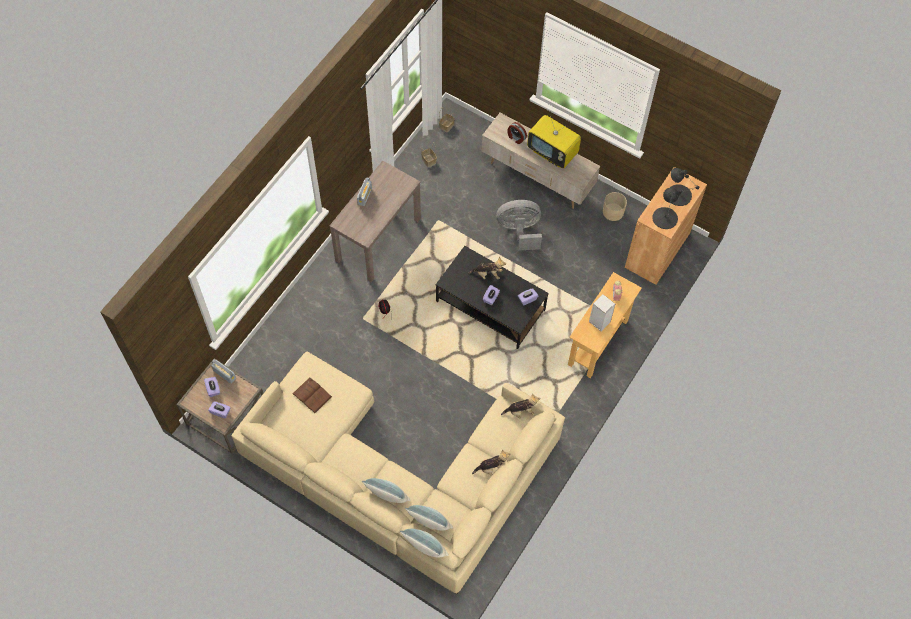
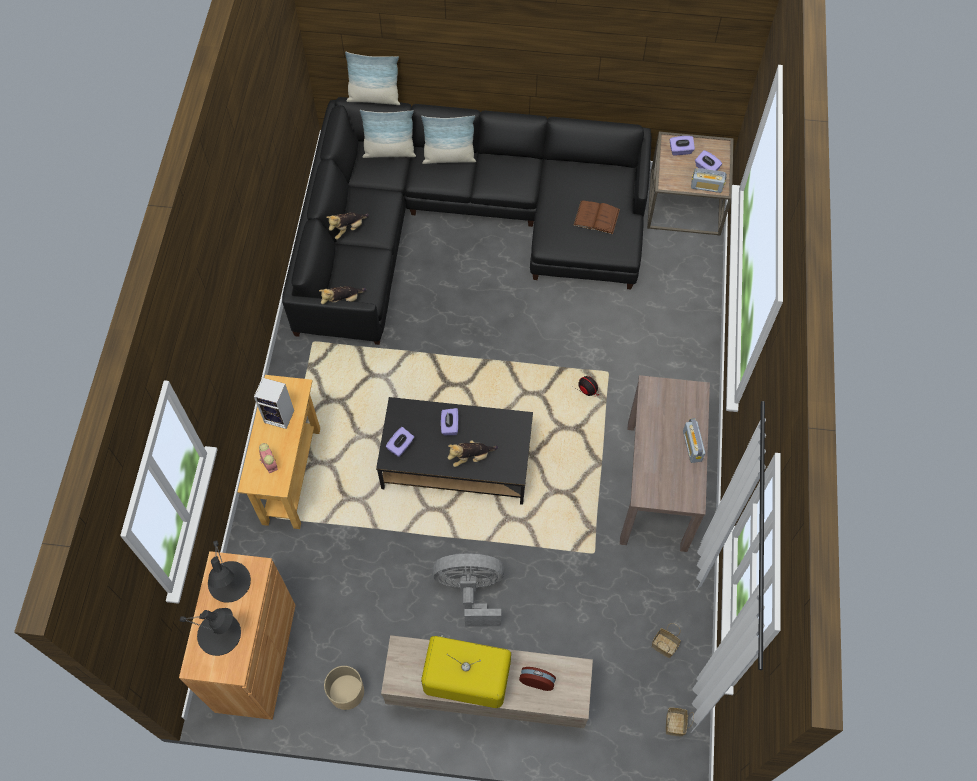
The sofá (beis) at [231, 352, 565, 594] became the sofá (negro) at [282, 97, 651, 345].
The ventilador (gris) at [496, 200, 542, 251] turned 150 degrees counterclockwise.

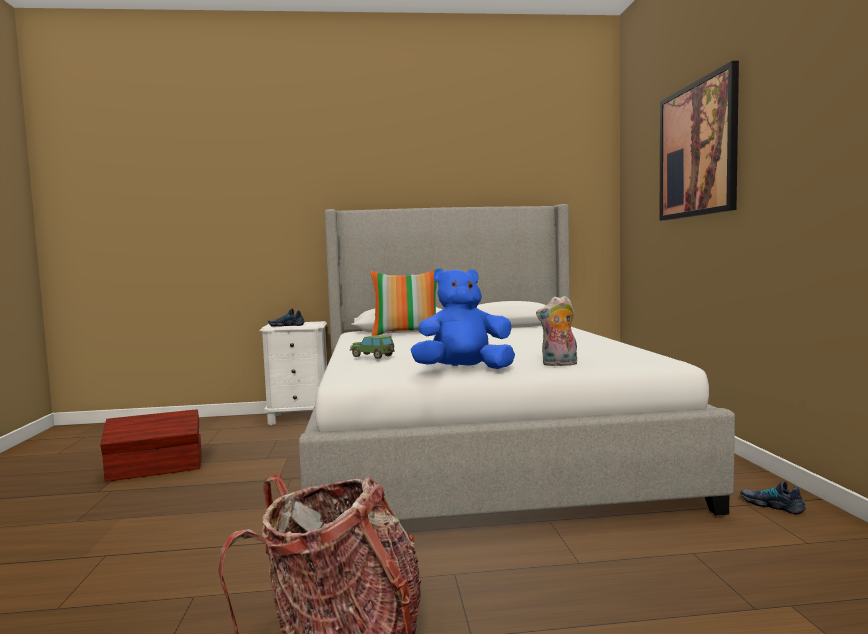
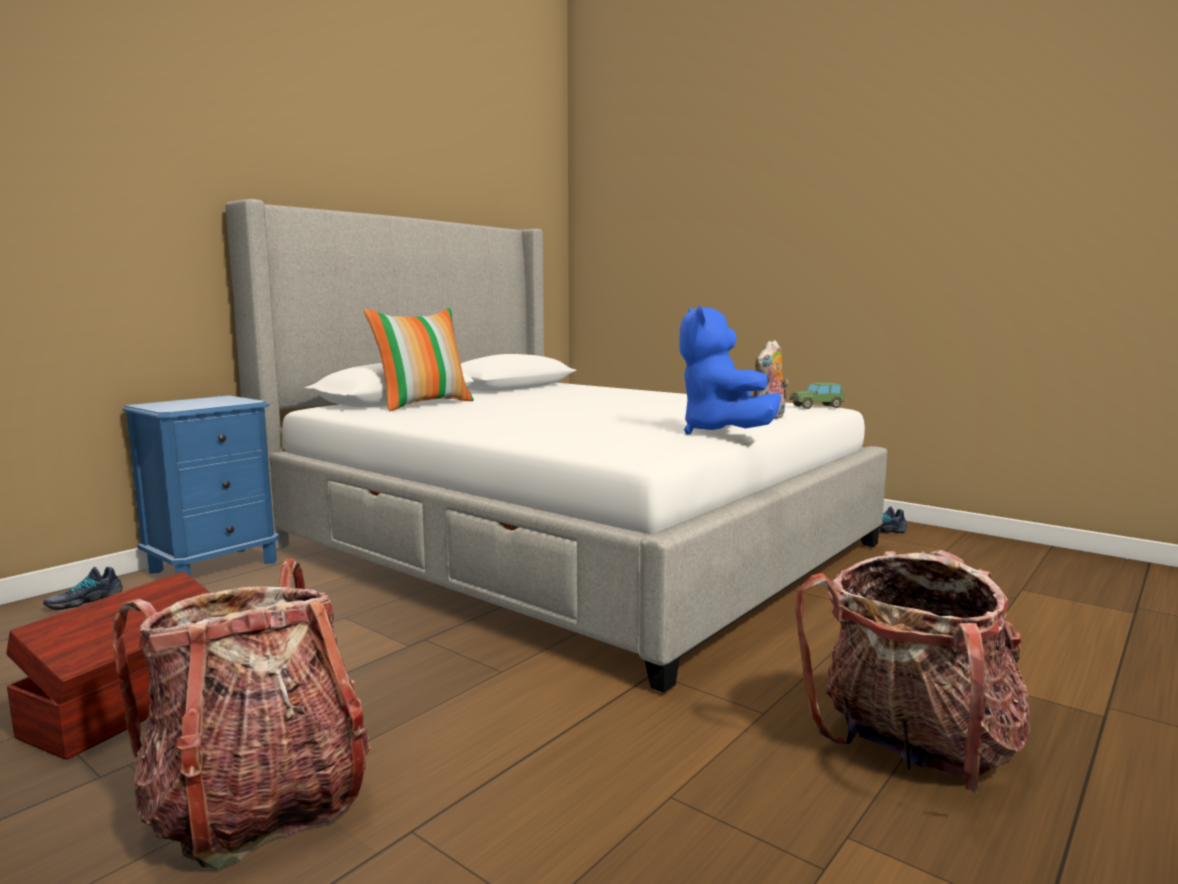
The cuadro at [660, 61, 739, 221] disappeared.
The mochila at [113, 558, 371, 869] appeared.
The zapato moved from [268, 308, 304, 327] to [43, 567, 123, 610].
The coche de juguete moved from [349, 335, 395, 359] to [789, 382, 845, 409].
The mesita de noche (blanco) at [260, 321, 327, 425] became the mesita de noche (azul) at [122, 395, 279, 576].
The peluche (azul) at [410, 268, 515, 369] turned 45 degrees counterclockwise.

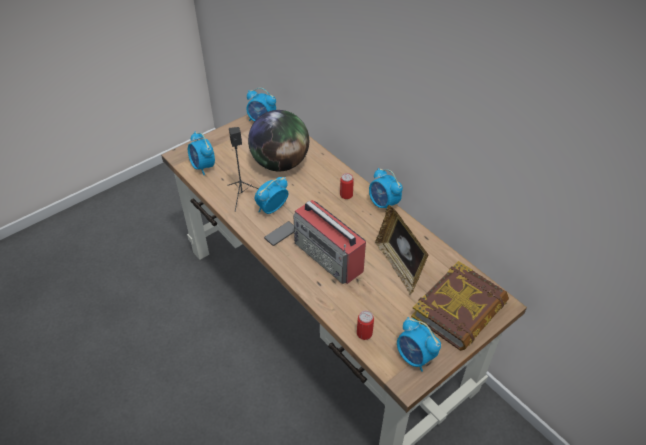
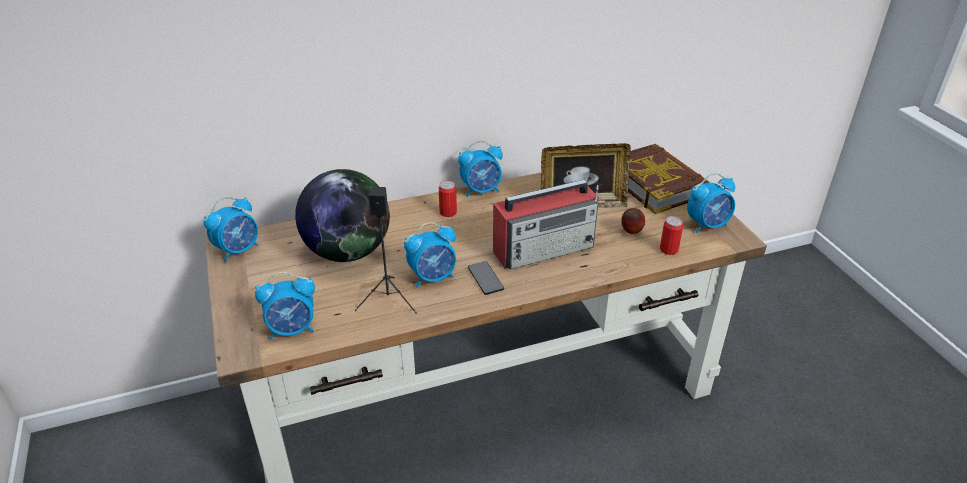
The manzana at [621, 208, 645, 234] appeared.
The despertador at [255, 177, 288, 214] turned 90 degrees counterclockwise.

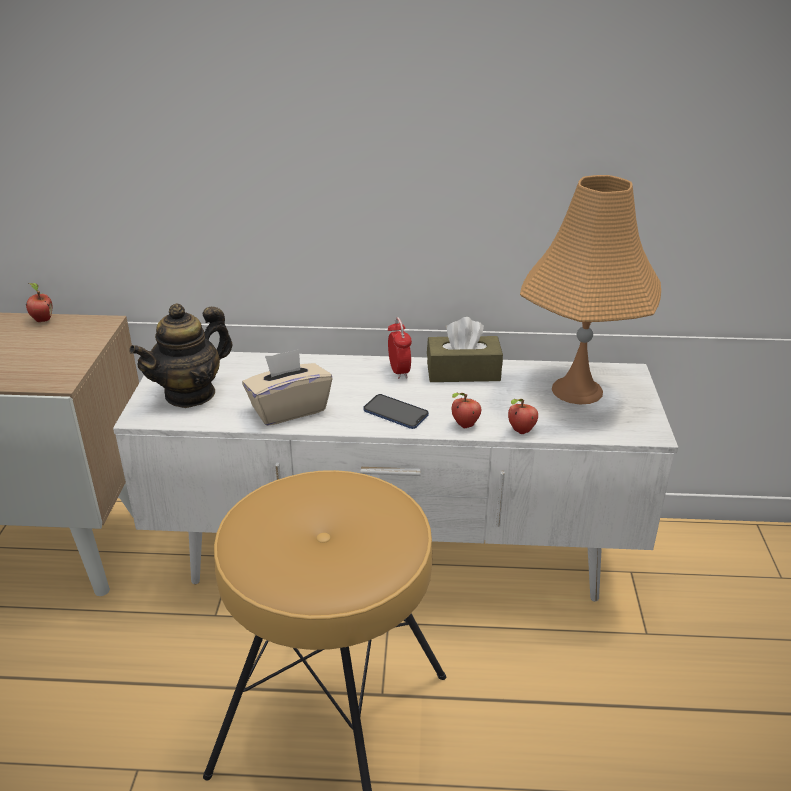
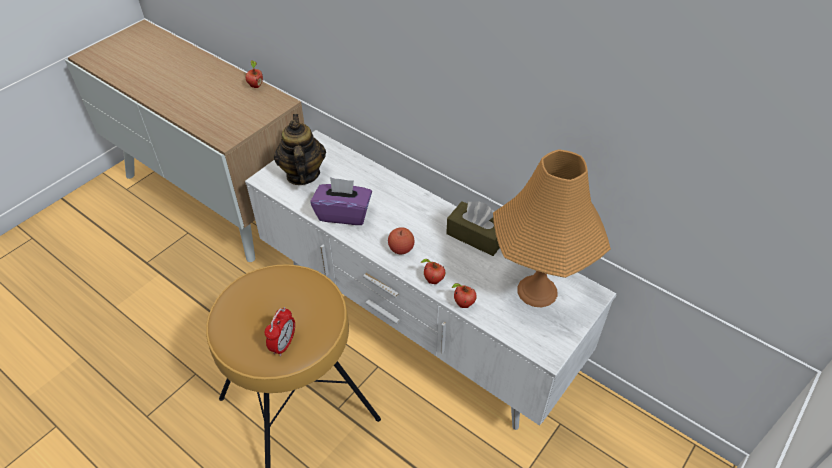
The despertador moved from [388, 317, 412, 379] to [265, 307, 295, 356].
The móvil at [363, 394, 429, 429] was replaced by the manzana at [388, 227, 414, 254].
The caja de pañuelos (beis) at [242, 349, 333, 426] became the caja de pañuelos (morado) at [310, 177, 372, 225].
The tetera at [129, 303, 233, 408] turned 90 degrees clockwise.

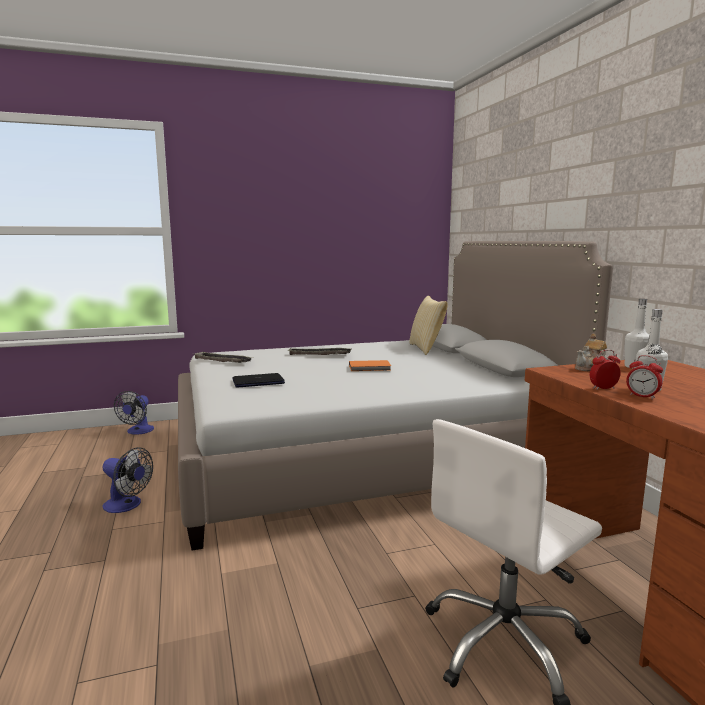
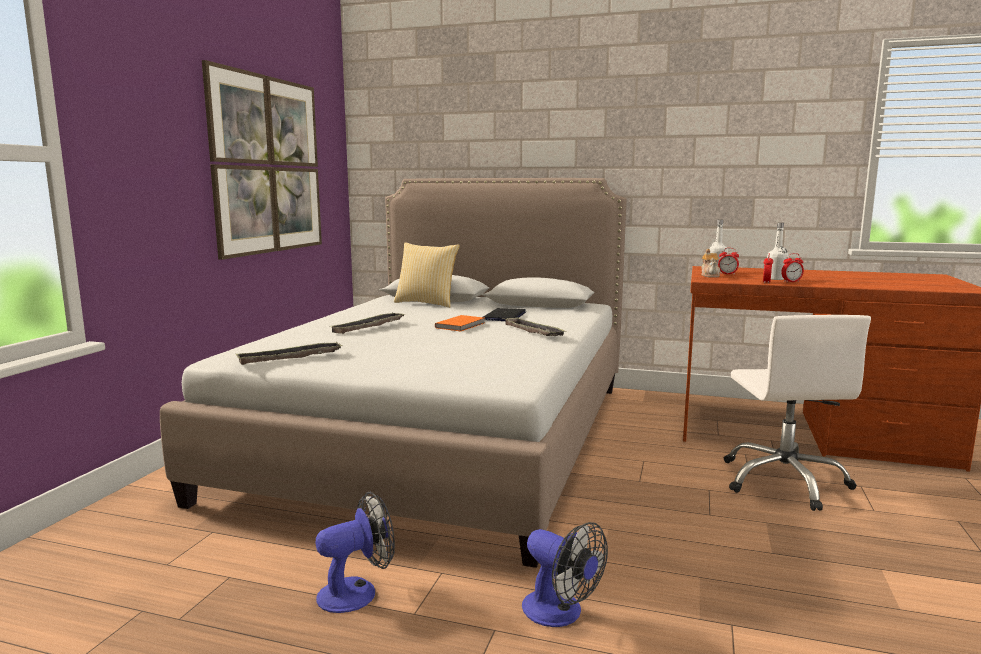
The cuadro at [202, 60, 322, 260] appeared.
The bandeja at [502, 318, 567, 336] appeared.
The despertador at [718, 248, 739, 275] appeared.
The ventilador moved from [114, 391, 154, 435] to [522, 522, 608, 627].
The portátil moved from [232, 373, 285, 388] to [483, 308, 526, 321].

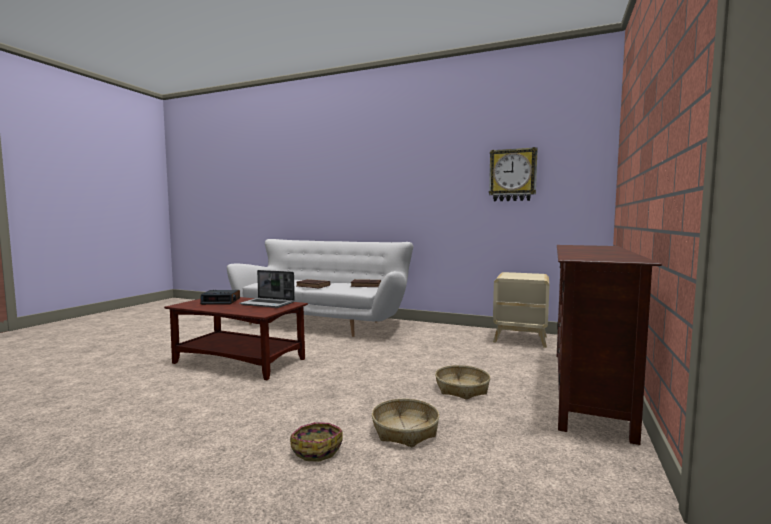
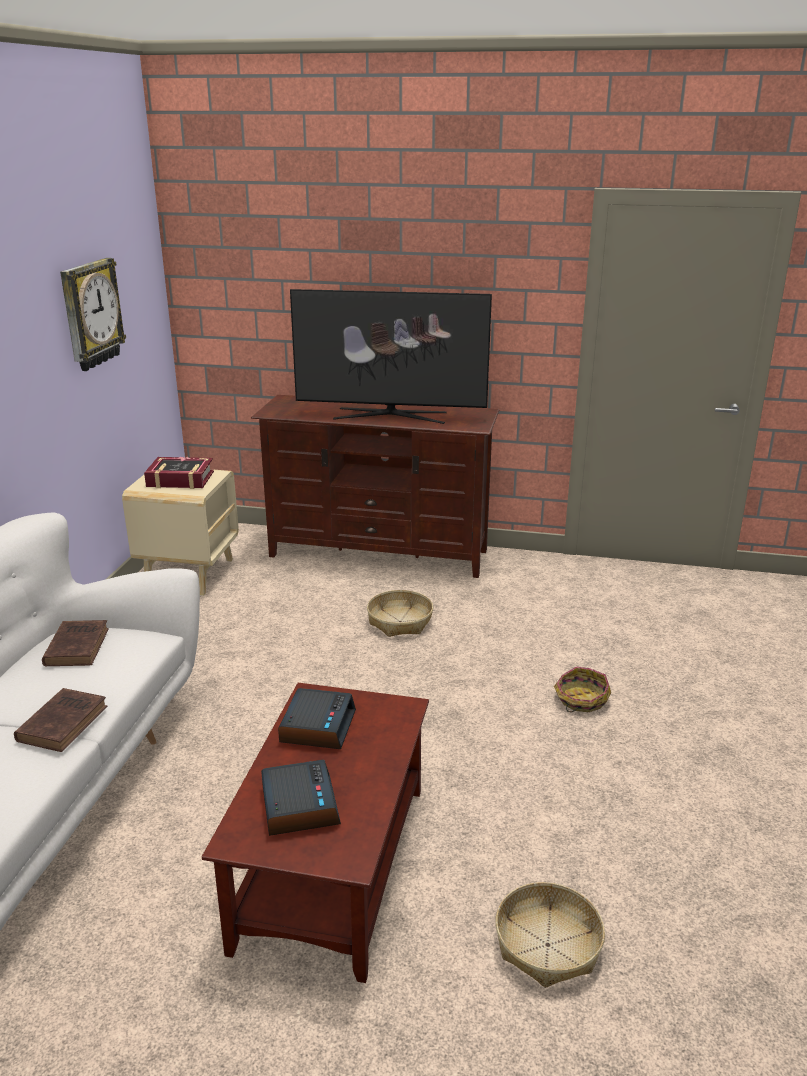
The libro at [144, 457, 214, 489] appeared.
The televisor at [290, 289, 492, 424] appeared.
The cesta moved from [372, 399, 439, 447] to [495, 882, 605, 988].
The portátil at [239, 270, 295, 308] was replaced by the despertador at [278, 688, 356, 749].

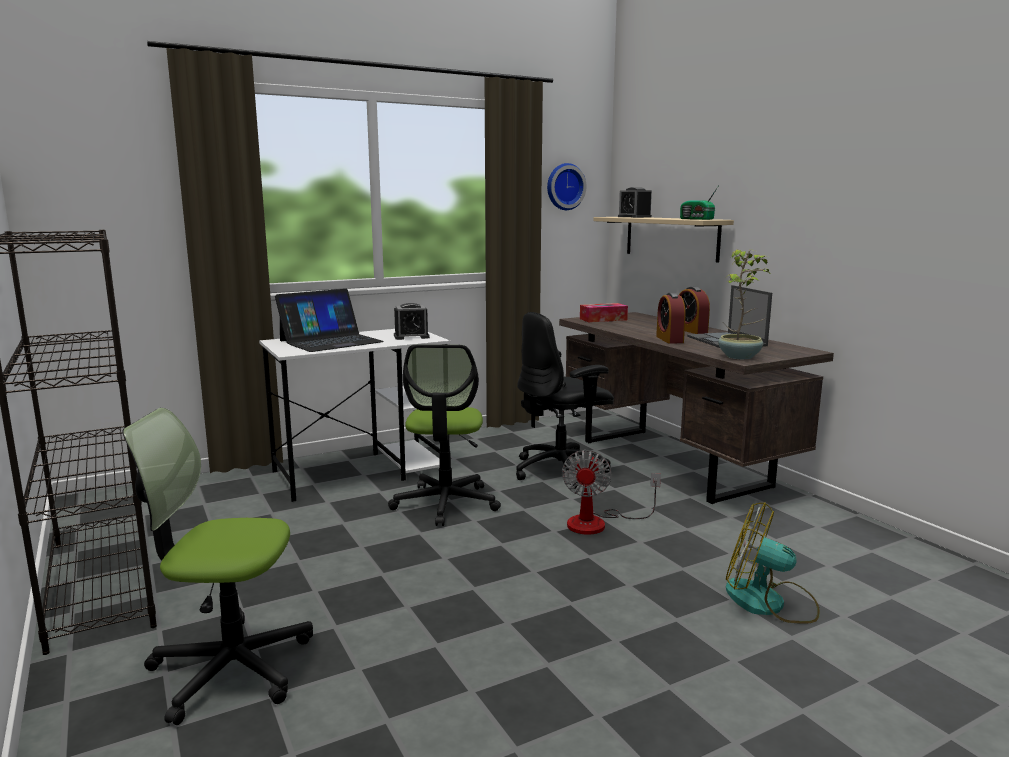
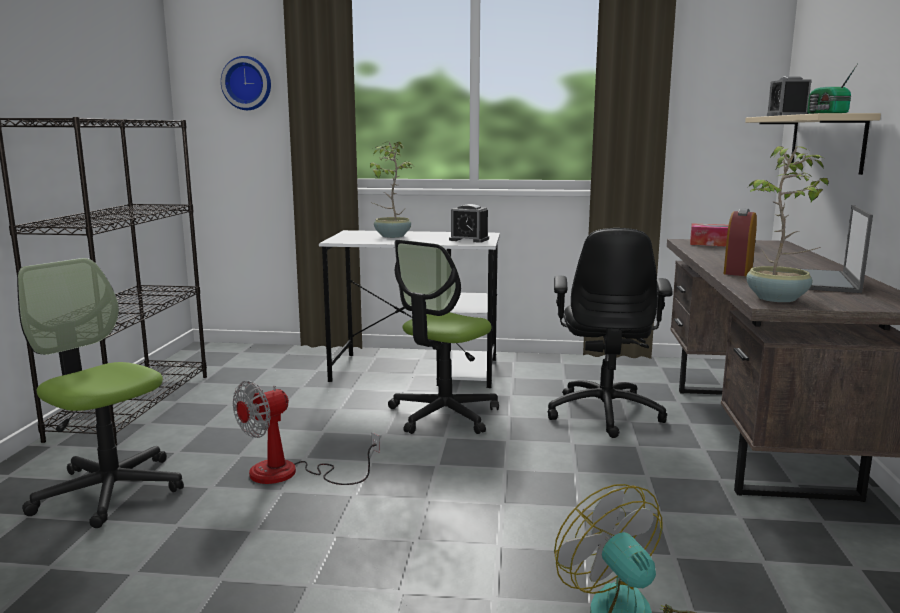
The despertador at [679, 287, 710, 334] disappeared.
The reloj de pared moved from [547, 163, 587, 210] to [221, 56, 271, 110].
The ventilador moved from [562, 450, 661, 535] to [233, 381, 380, 485].
The portátil at [275, 289, 384, 352] was replaced by the planta en maceta at [370, 142, 413, 238].
The silla de oficina (negro) at [516, 312, 614, 489] turned 90 degrees counterclockwise.

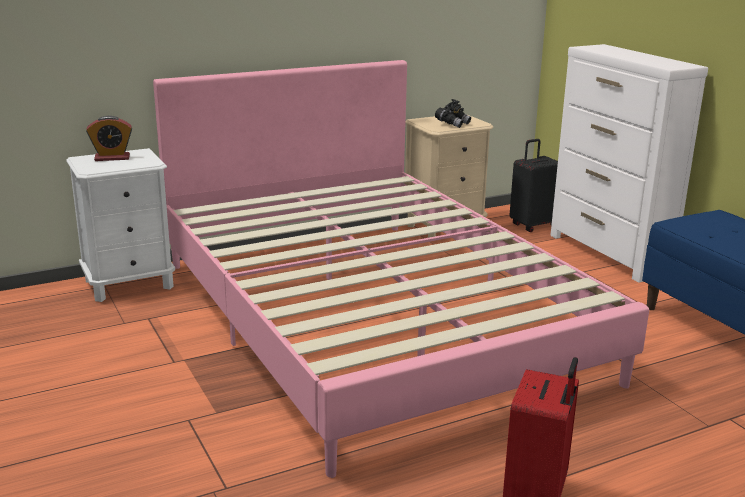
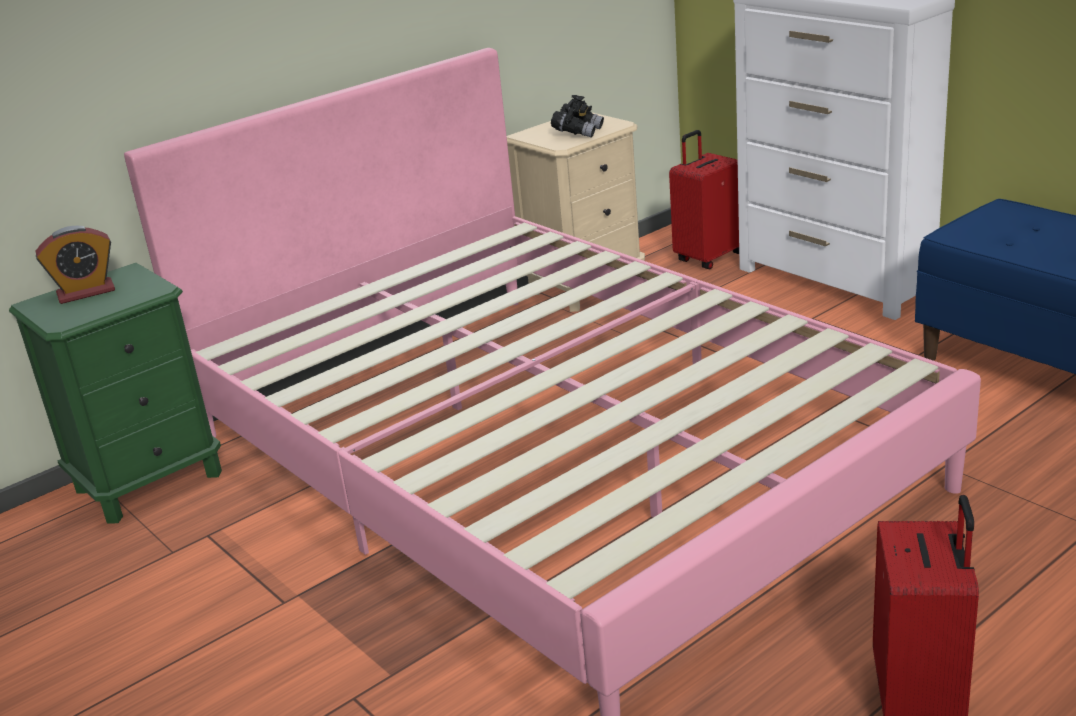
The mesita de noche (blanco) at [66, 148, 175, 302] became the mesita de noche (verde) at [9, 263, 222, 524].
The maleta (negro) at [509, 139, 558, 232] became the maleta (rojo) at [669, 130, 739, 269].

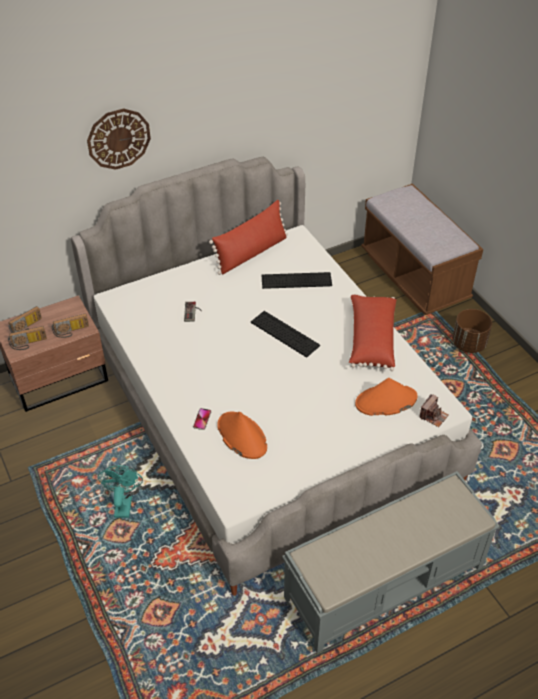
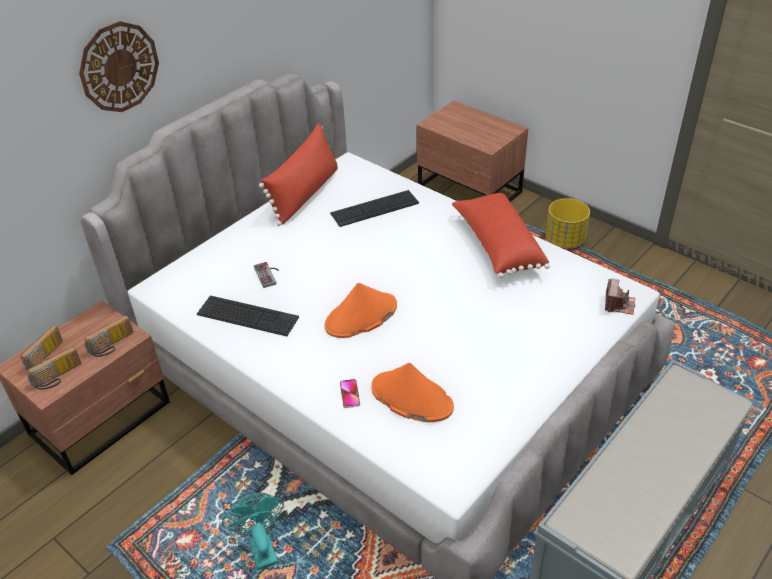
The teclado moved from [251, 311, 320, 358] to [197, 296, 299, 336].
The sombrero (naranja) moved from [355, 378, 418, 416] to [325, 283, 397, 338].
The banco (marrón) at [361, 184, 483, 315] was replaced by the mesita de noche (marrón) at [416, 101, 528, 202].
The maceta (marrón) at [452, 309, 492, 353] became the maceta (amarillo) at [546, 198, 590, 248].

